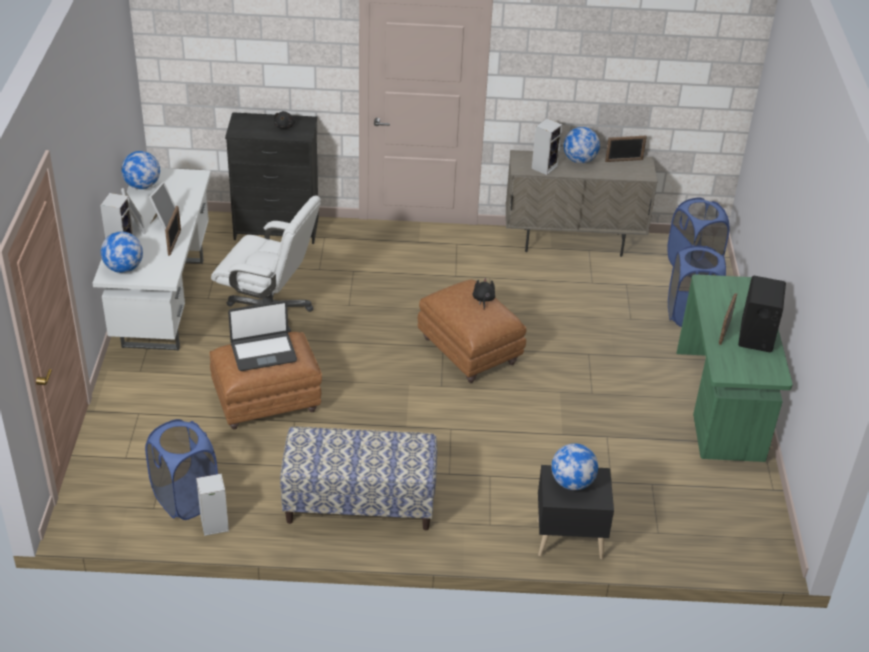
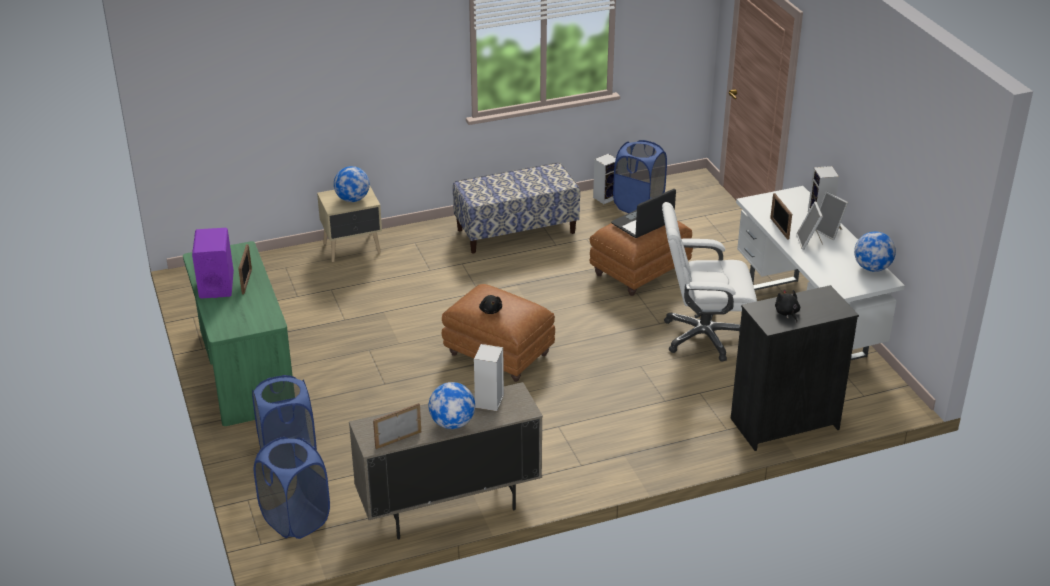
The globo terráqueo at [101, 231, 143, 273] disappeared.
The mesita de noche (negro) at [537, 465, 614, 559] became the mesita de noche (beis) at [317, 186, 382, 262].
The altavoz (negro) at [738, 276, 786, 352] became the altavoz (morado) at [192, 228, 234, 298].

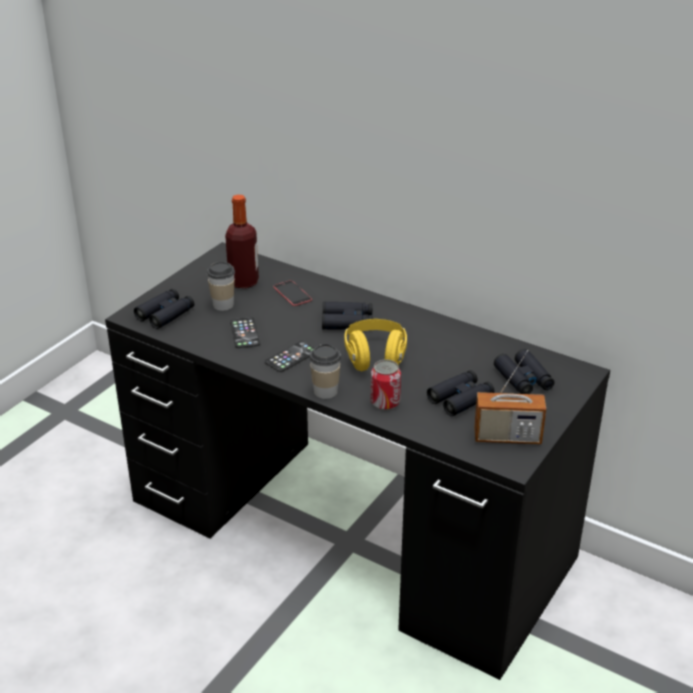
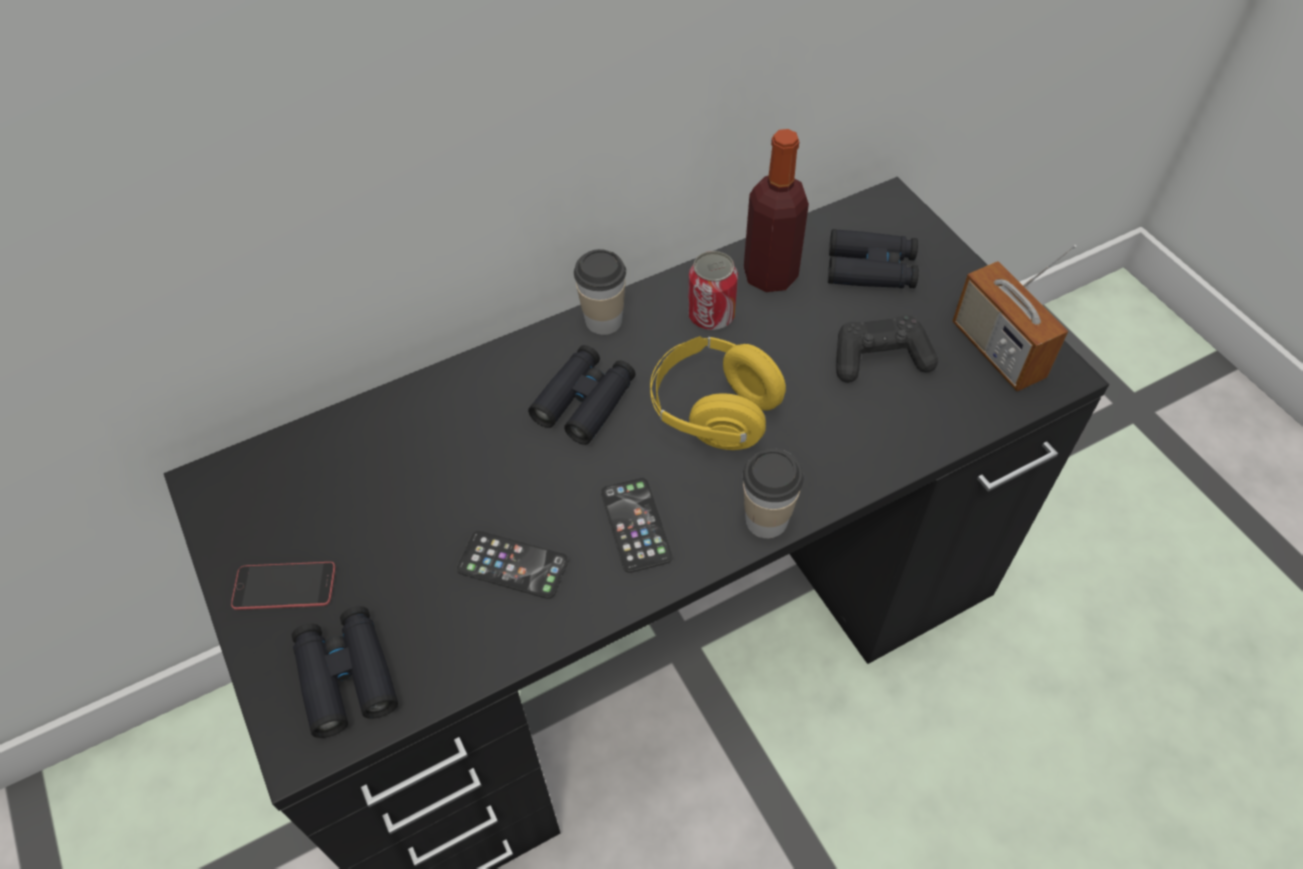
The taza moved from [207, 262, 235, 311] to [574, 249, 626, 335].
The botella moved from [225, 195, 259, 288] to [744, 129, 809, 292].
The móvil moved from [273, 280, 312, 306] to [231, 562, 335, 610].
The lata moved from [371, 360, 401, 410] to [688, 251, 738, 330].
The prismáticos (negro) at [427, 370, 494, 416] was replaced by the mando de consola (negro) at [836, 315, 938, 383].
The radio at [474, 350, 546, 444] turned 120 degrees clockwise.

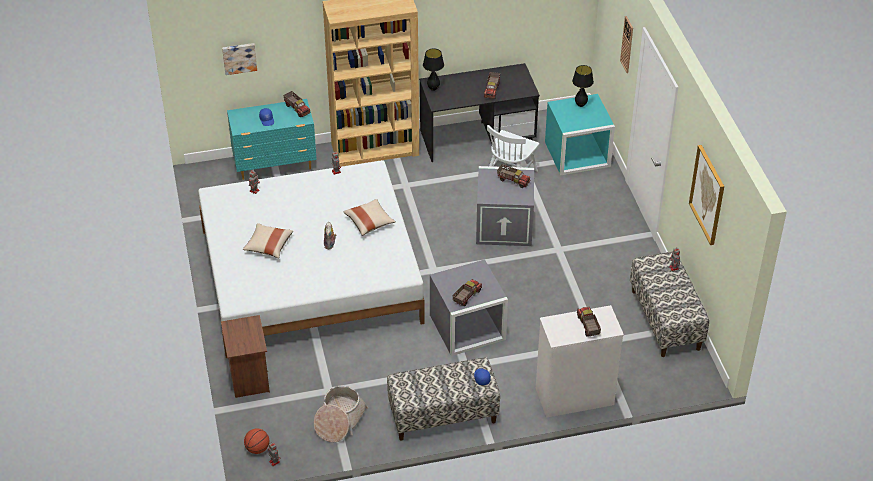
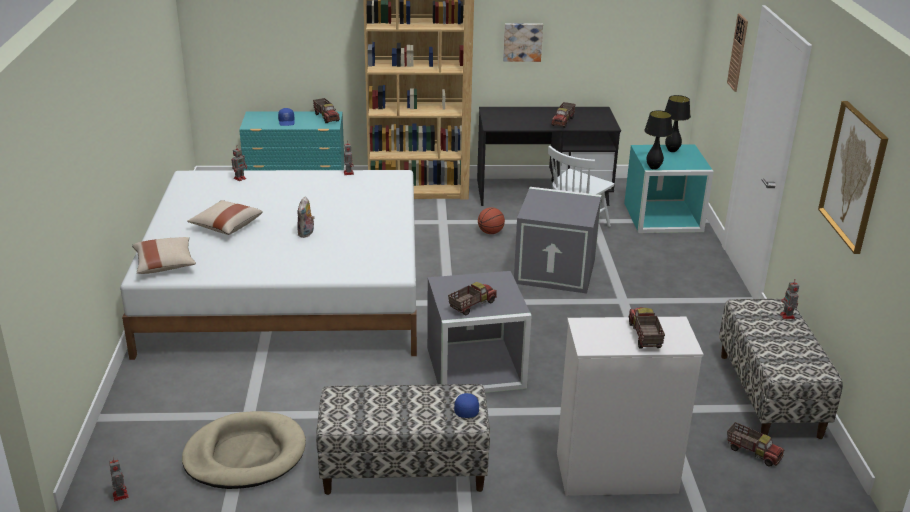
The mesita de noche (marrón) at [221, 315, 270, 398] disappeared.
The cuadro moved from [222, 43, 257, 75] to [503, 23, 543, 62].
The balón de baloncesto moved from [244, 428, 269, 454] to [478, 207, 505, 234].
The cojín (beis) moved from [343, 199, 396, 236] to [132, 237, 196, 274].
The lámpara de mesa (negro) moved from [423, 48, 444, 91] to [644, 110, 673, 170].
The camión de juguete moved from [497, 164, 530, 188] to [727, 422, 784, 467].
The cesta at [314, 386, 369, 442] was replaced by the cama para perro (beis) at [182, 411, 306, 489].

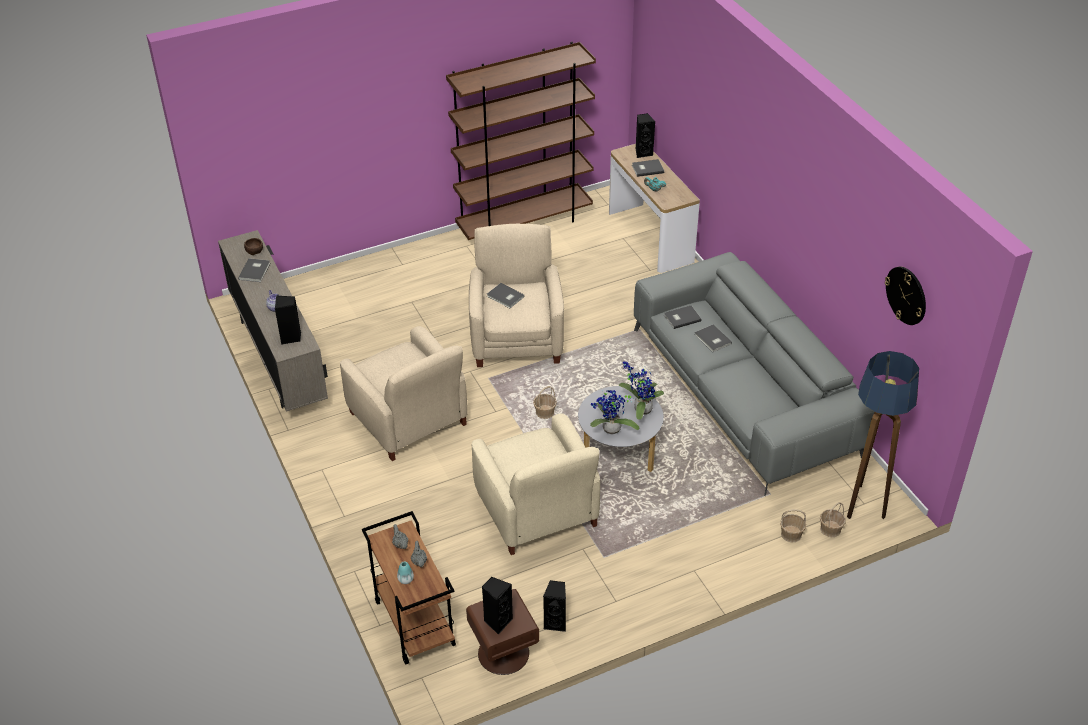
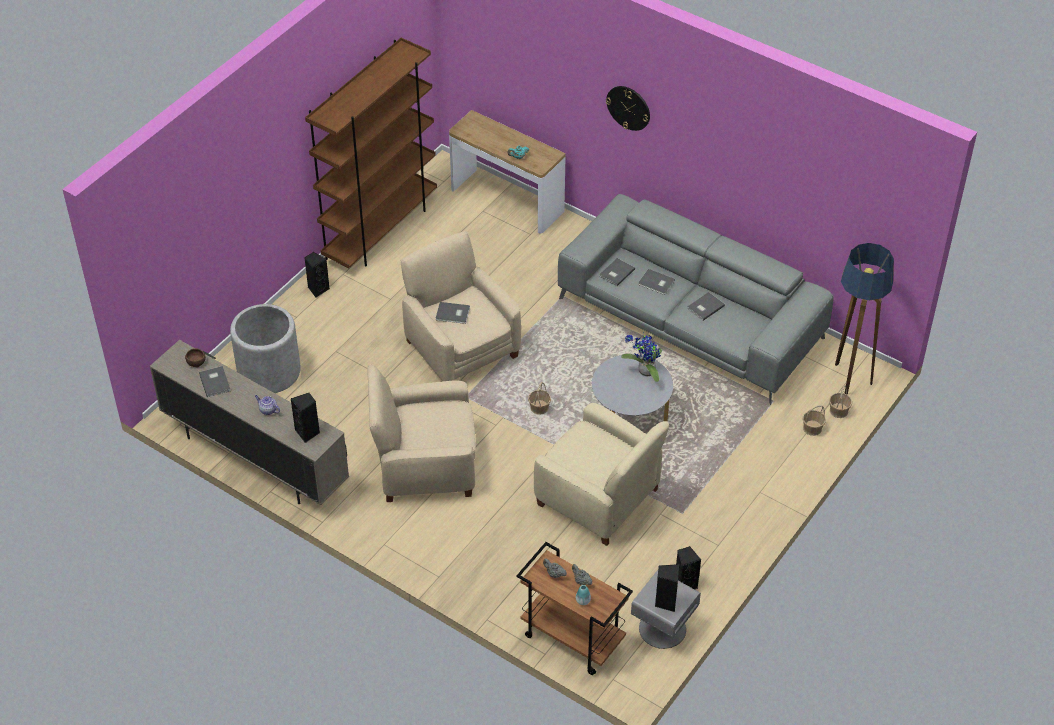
The planta en maceta at [590, 390, 640, 434] disappeared.
The maceta (gris) at [230, 304, 301, 393] appeared.
The libro (gris) moved from [632, 159, 664, 177] to [688, 292, 725, 321].
The altavoz (negro) moved from [636, 113, 655, 158] to [304, 252, 330, 297].
The reloj de pared moved from [885, 267, 926, 325] to [606, 86, 650, 131].
The mesita de noche (marrón) at [466, 589, 539, 675] became the mesita de noche (gris) at [631, 570, 701, 649].
The sillón (beis) at [340, 326, 468, 461] turned 150 degrees clockwise.

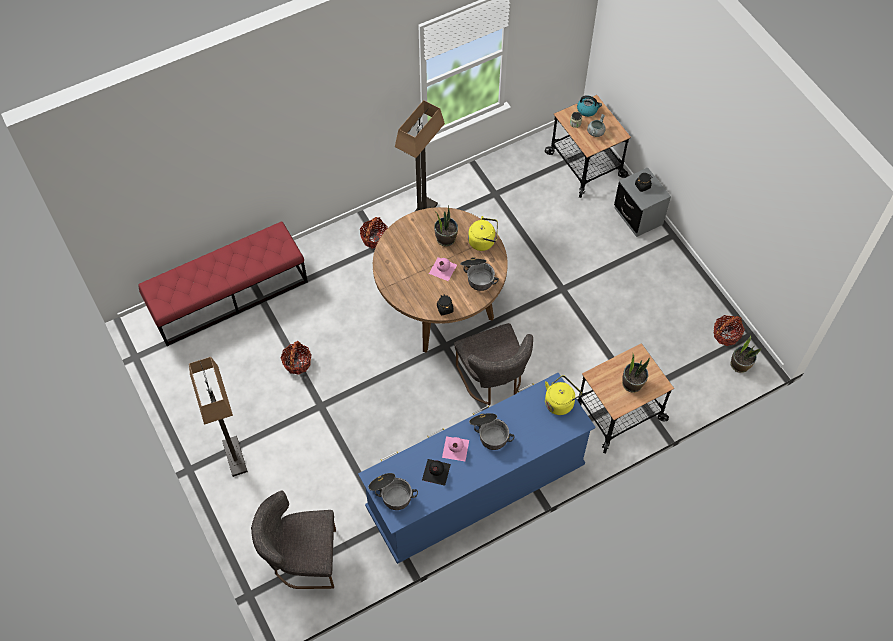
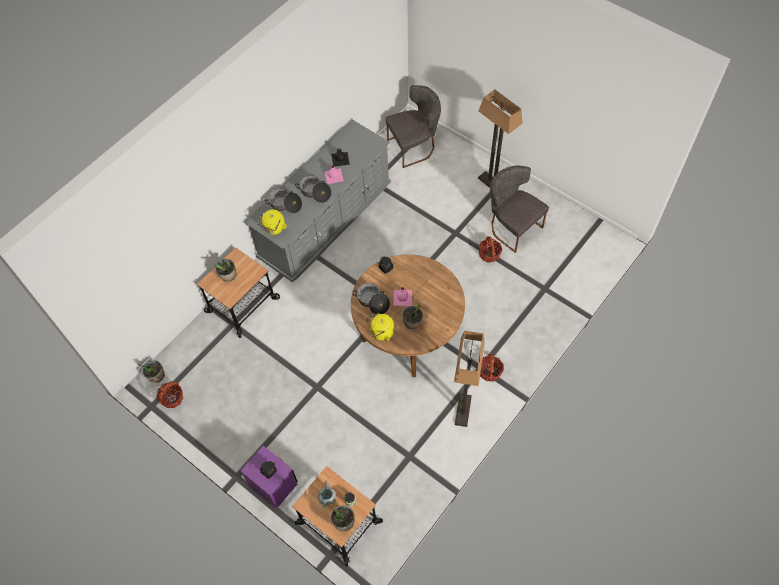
The banco (rojo) at [138, 221, 308, 346] disappeared.
The olla moved from [368, 473, 418, 510] to [265, 189, 302, 214].
The silla (gris) moved from [454, 323, 533, 405] to [490, 165, 549, 253].
The hervidor at [577, 95, 602, 117] was replaced by the planta en maceta at [331, 506, 355, 532].
The cómoda (azul) at [358, 373, 596, 564] became the cómoda (gris) at [244, 120, 391, 282].
The mesita de noche (gris) at [614, 167, 671, 237] became the mesita de noche (morado) at [241, 446, 297, 508].

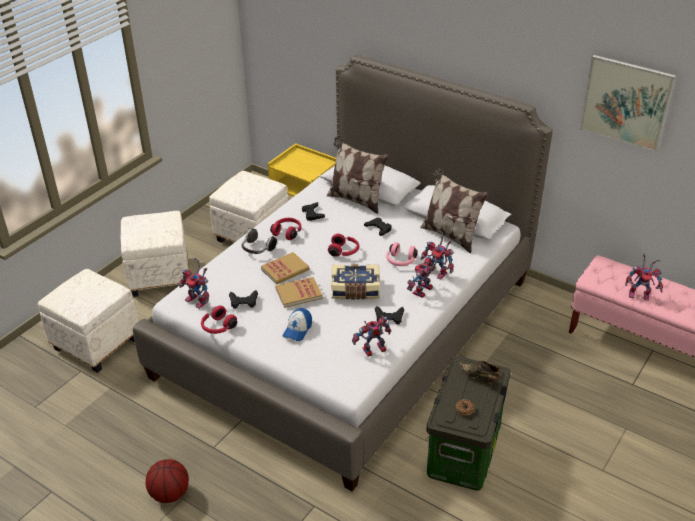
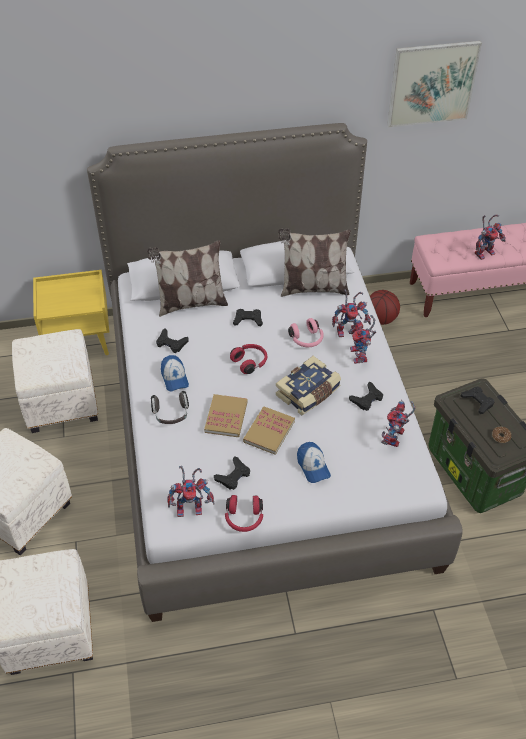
The balón de baloncesto moved from [146, 459, 189, 503] to [370, 290, 400, 325].
The auriculares (rojo) at [270, 218, 302, 240] was replaced by the gorra at [161, 355, 189, 391].
The zapato (marrón) at [459, 361, 501, 384] was replaced by the mando de consola (negro) at [461, 386, 495, 414].

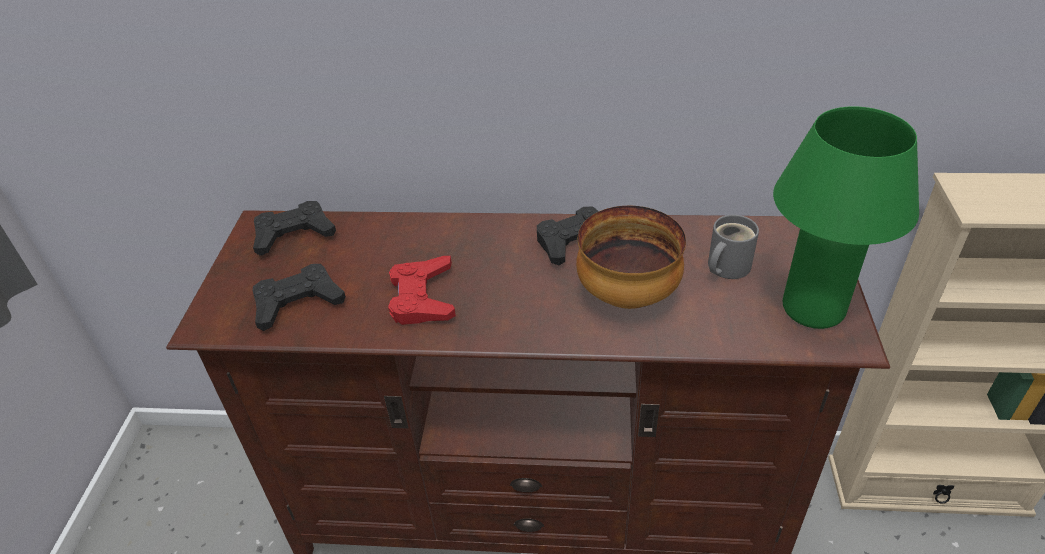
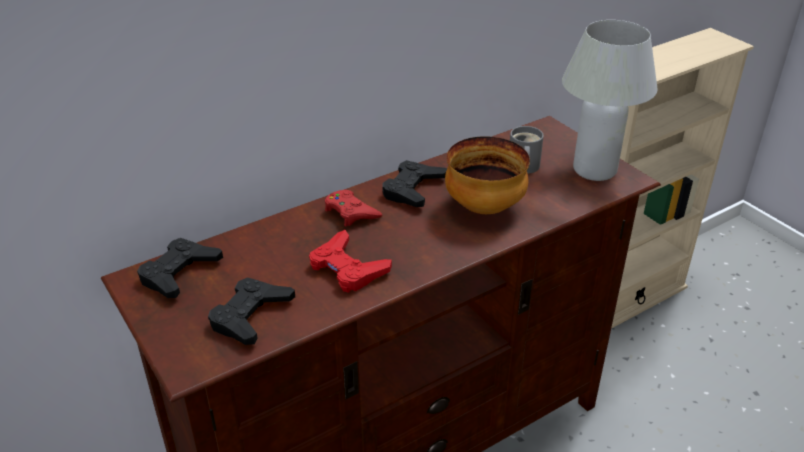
The mando de consola (rojo) at [325, 190, 382, 226] appeared.
The lámpara de mesa (verde) at [773, 106, 919, 329] became the lámpara de mesa (blanco) at [562, 20, 658, 181].

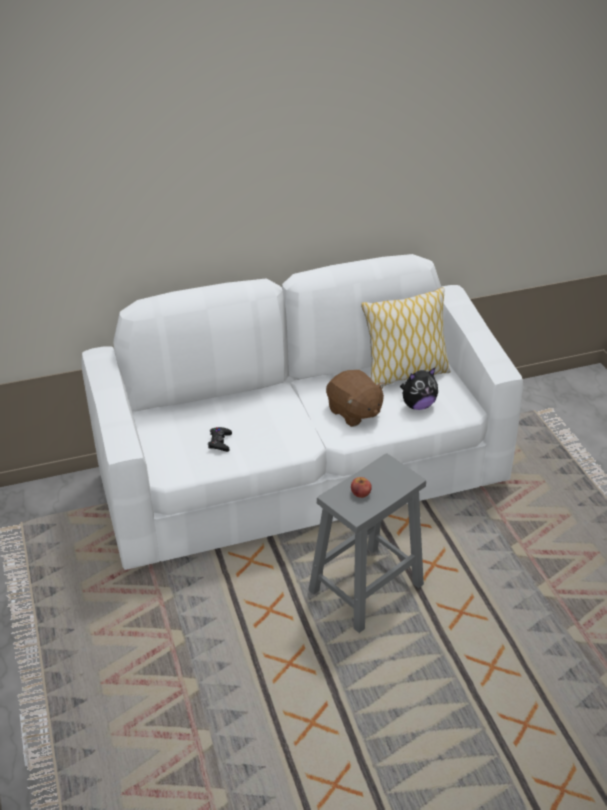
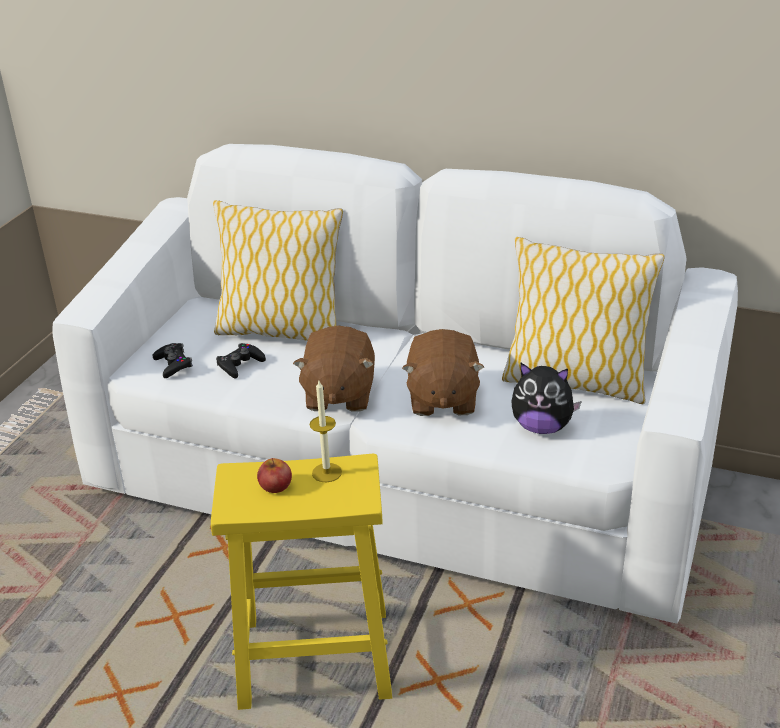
The mando de consola (negro) at [153, 343, 193, 378] appeared.
The cojín at [213, 200, 343, 341] appeared.
The peluche (marrón) at [293, 326, 375, 412] appeared.
The vela at [309, 381, 342, 482] appeared.
The taburete (gris) at [308, 454, 426, 633] became the taburete (amarillo) at [211, 454, 392, 710].

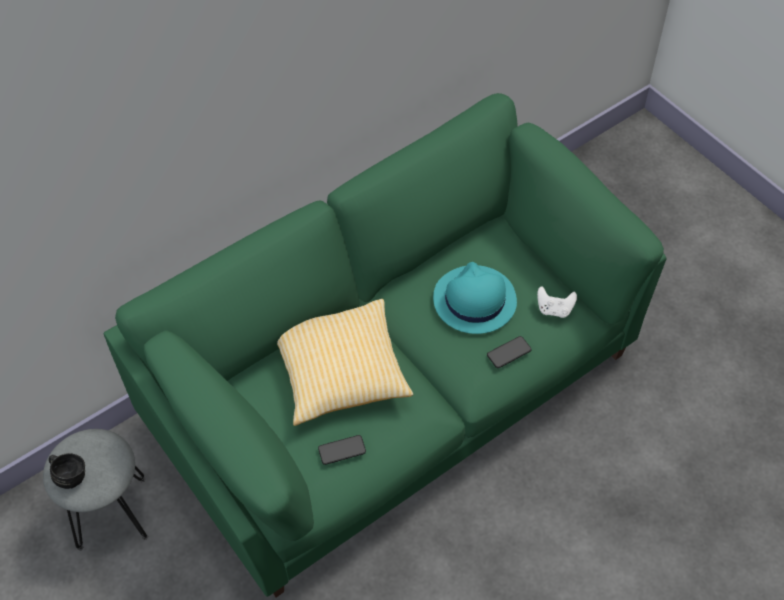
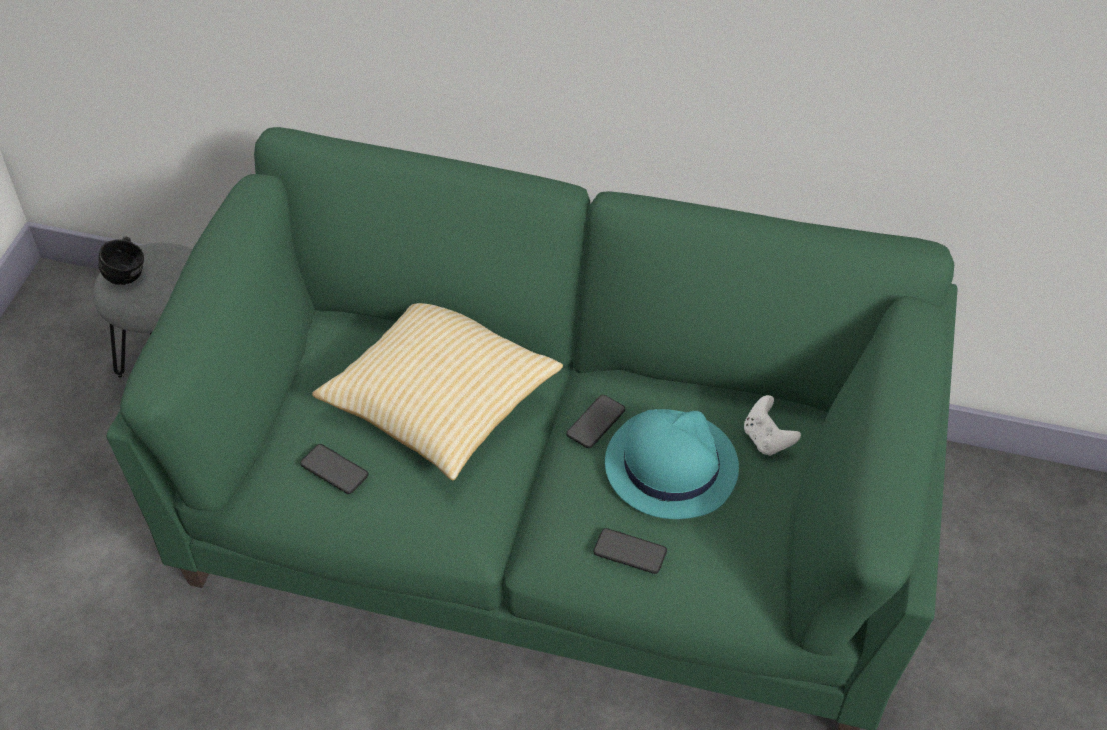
The móvil at [566, 395, 625, 448] appeared.
The mando de consola (blanco) moved from [537, 286, 577, 318] to [744, 395, 801, 456].

